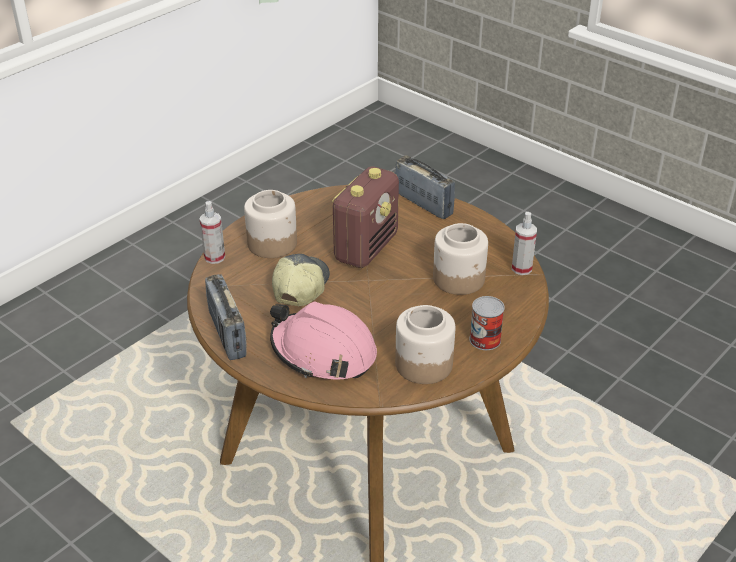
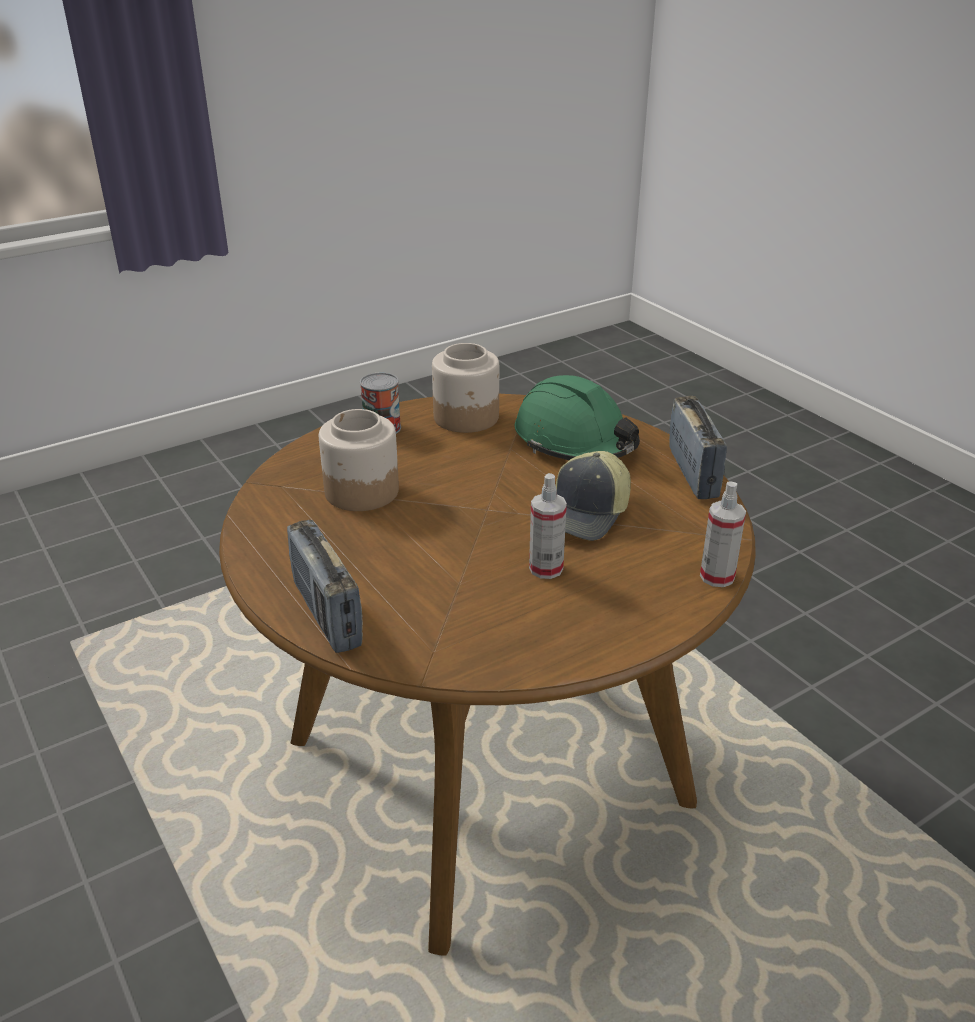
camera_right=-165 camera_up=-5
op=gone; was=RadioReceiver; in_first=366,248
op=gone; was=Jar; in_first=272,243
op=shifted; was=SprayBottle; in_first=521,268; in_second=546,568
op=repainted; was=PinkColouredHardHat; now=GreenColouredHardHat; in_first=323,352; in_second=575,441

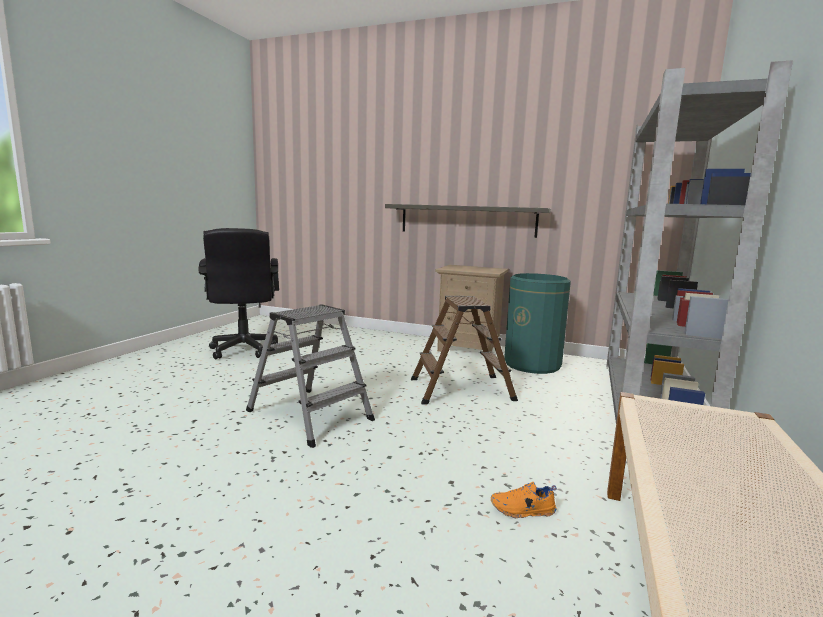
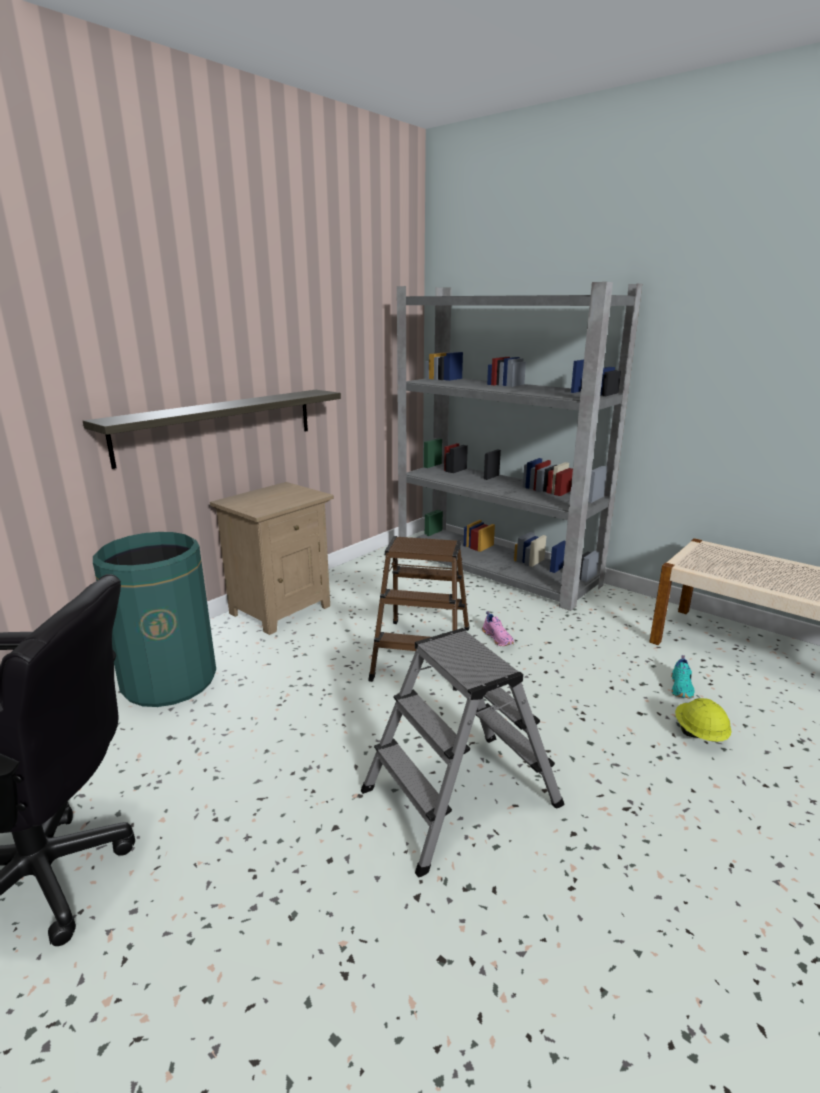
camera_right=-70 camera_up=10
op=shifted; was=GreenColouredRubbishBin; in_first=532,364; in_second=169,681
op=repainted; was=OrangeyLowShoe; now=TurquoiseLowShoe; in_first=523,511; in_second=682,688
op=new; now=PinkColouredLowShoe; in_second=498,638
op=new; now=YellowColouredHardHat; in_second=699,734

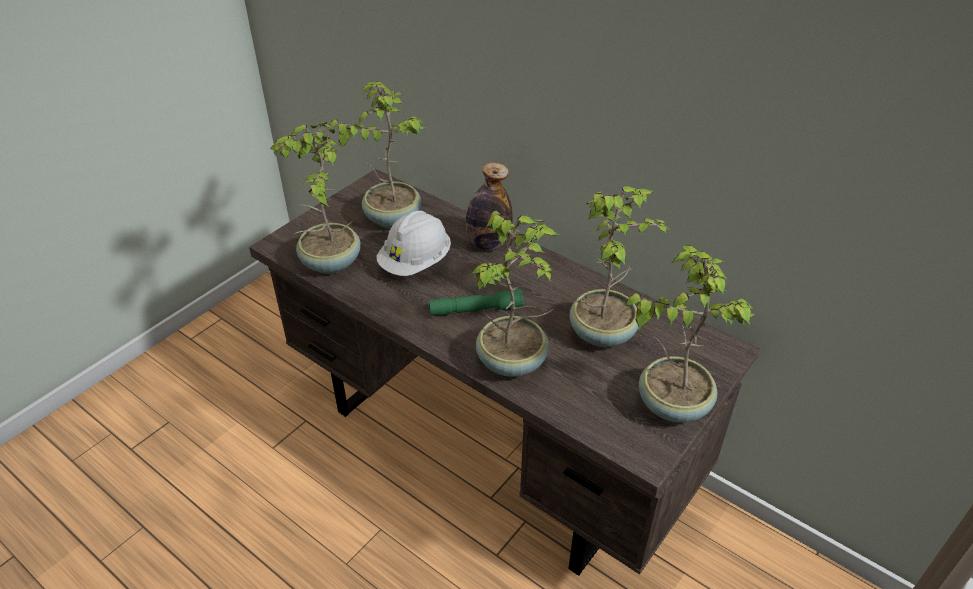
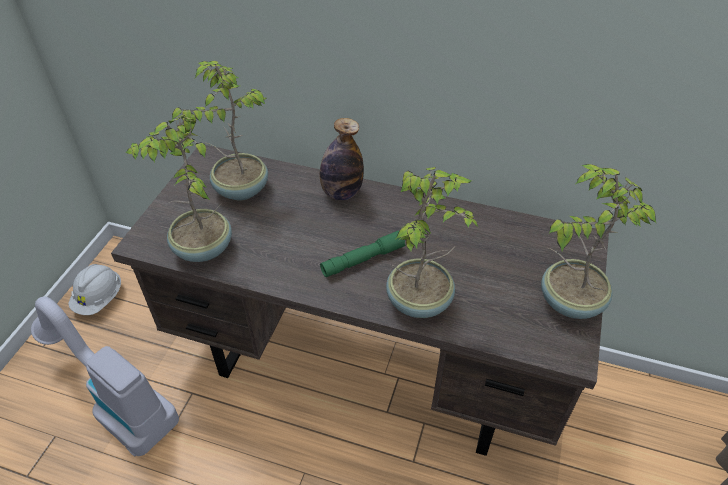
camera_right=-20 camera_up=5
op=gone; was=Houseplant; in_first=603,332
op=shifted; was=WhiteHardHat; in_first=416,263; in_second=99,299
op=new; now=Hoover; in_second=117,402

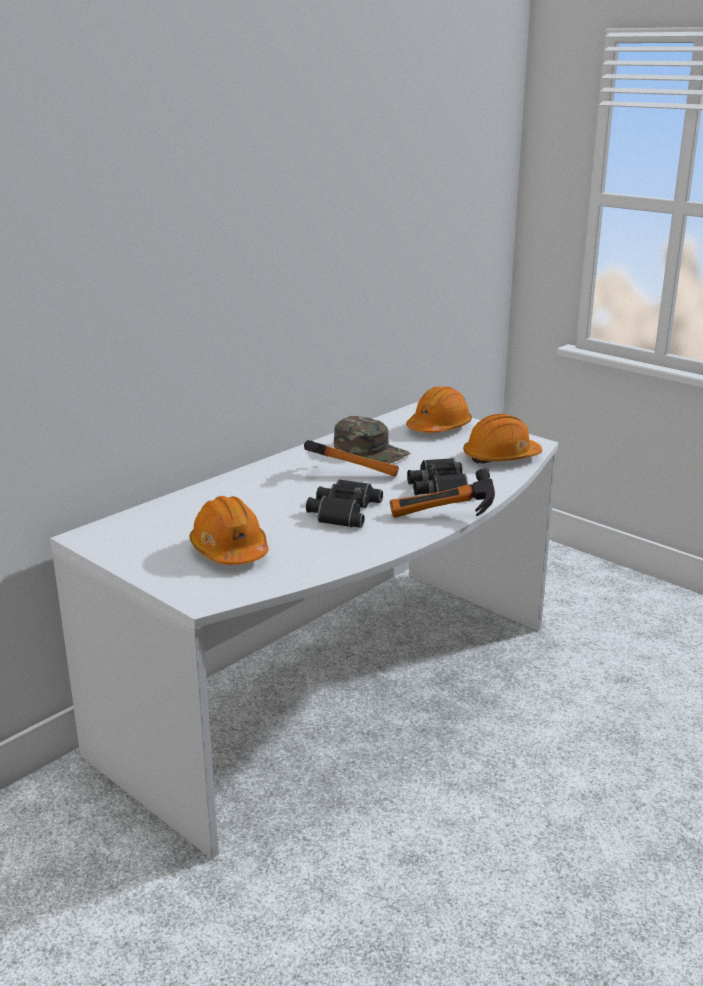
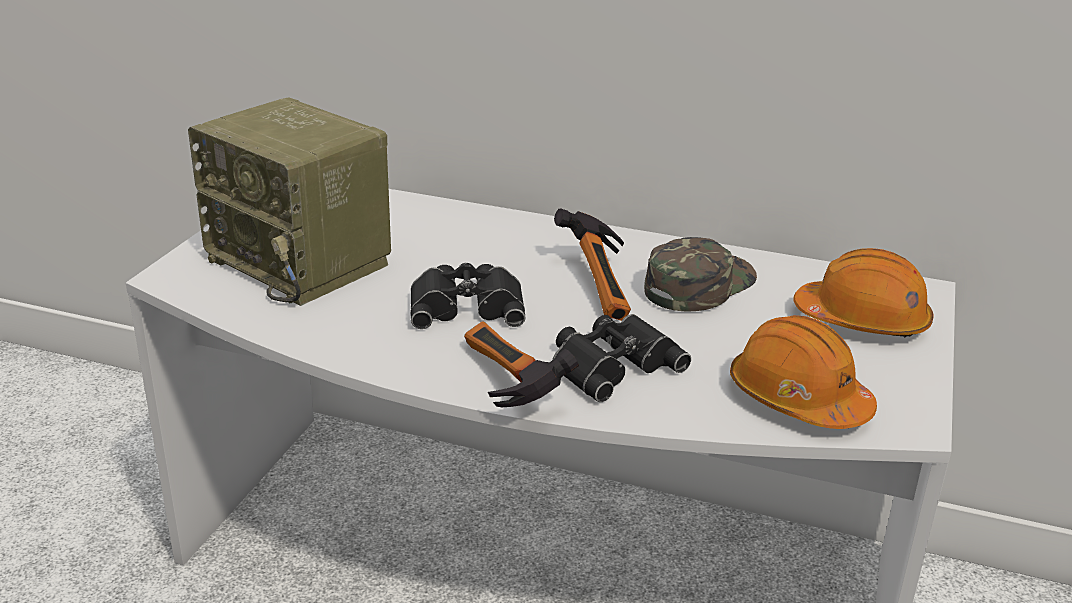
camera_right=65 camera_up=5
op=rotated; was=GreenColouredPeakedCap; in_first=371,451; in_second=698,285; clockwise=-150
op=swapped; was=OrangeyHardHat; now=RadioReceiver; in_first=229,550; in_second=302,262

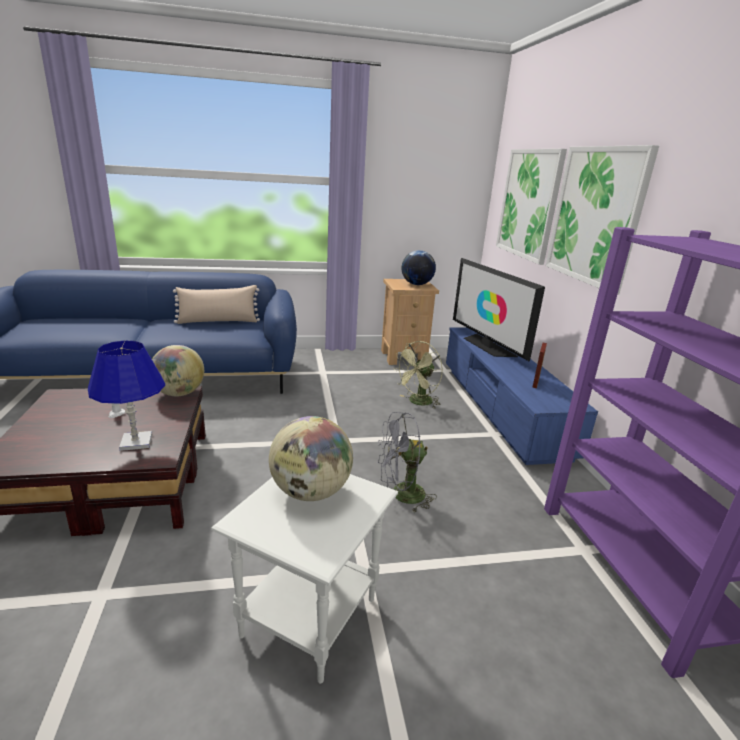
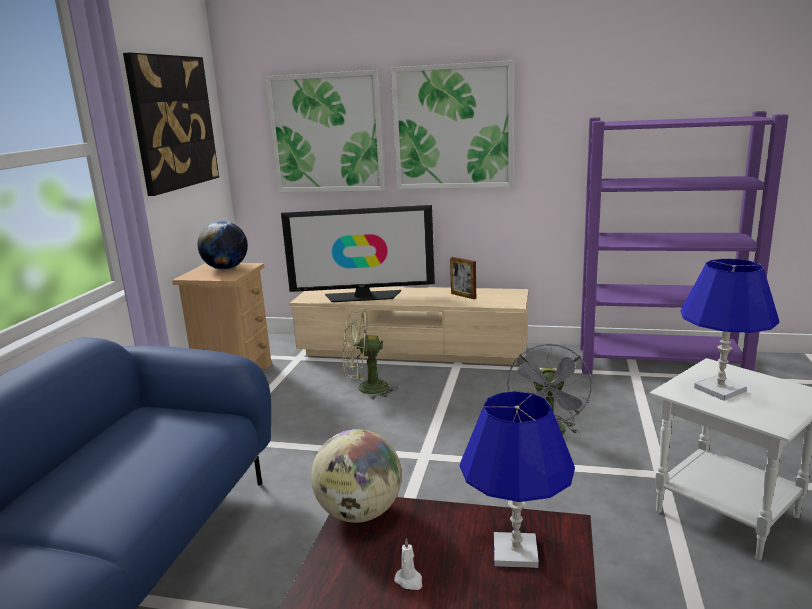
camera_right=-65 camera_up=-5
op=gone; was=SandColouredThrowPillow; in_first=218,321
op=repainted; was=BluishTvUnit; now=SandColouredTvUnit; in_first=501,410; in_second=412,350
op=rotated; was=GreenColouredElectricFan; in_first=417,402; in_second=366,389; clockwise=105
op=swapped; was=DeskGlobe; now=BluishTabletopLamp; in_first=310,492; in_second=719,390
op=new; now=WallPicture; in_second=173,122

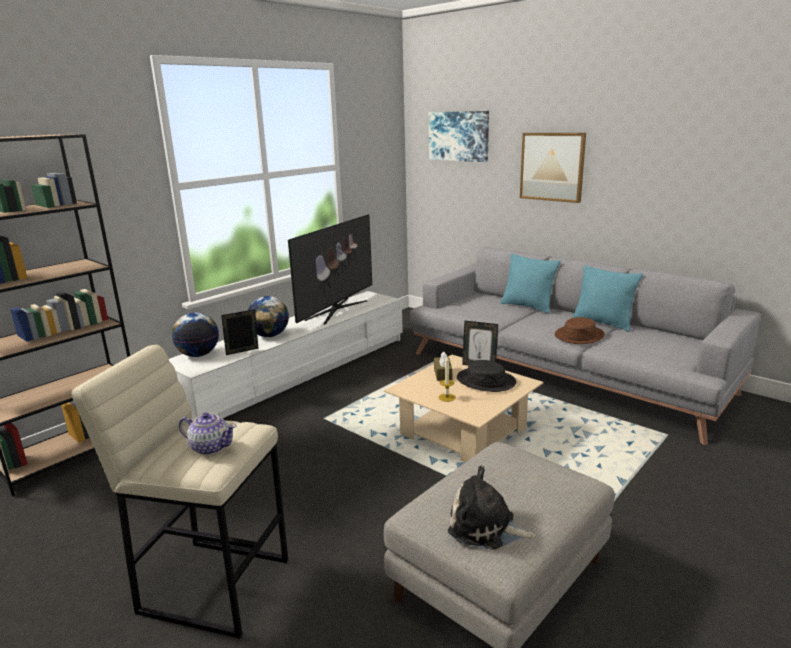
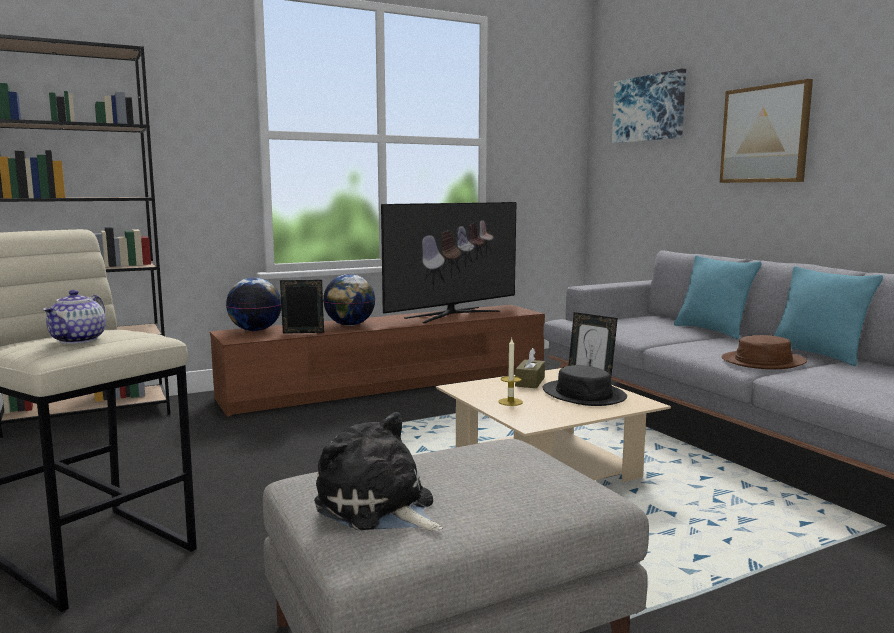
camera_right=20 camera_up=-10
op=repainted; was=WhiteTvUnit; now=BrownishTvUnit; in_first=299,372; in_second=389,384
op=rotated; was=TeaPot; in_first=210,447; in_second=79,340; clockwise=60

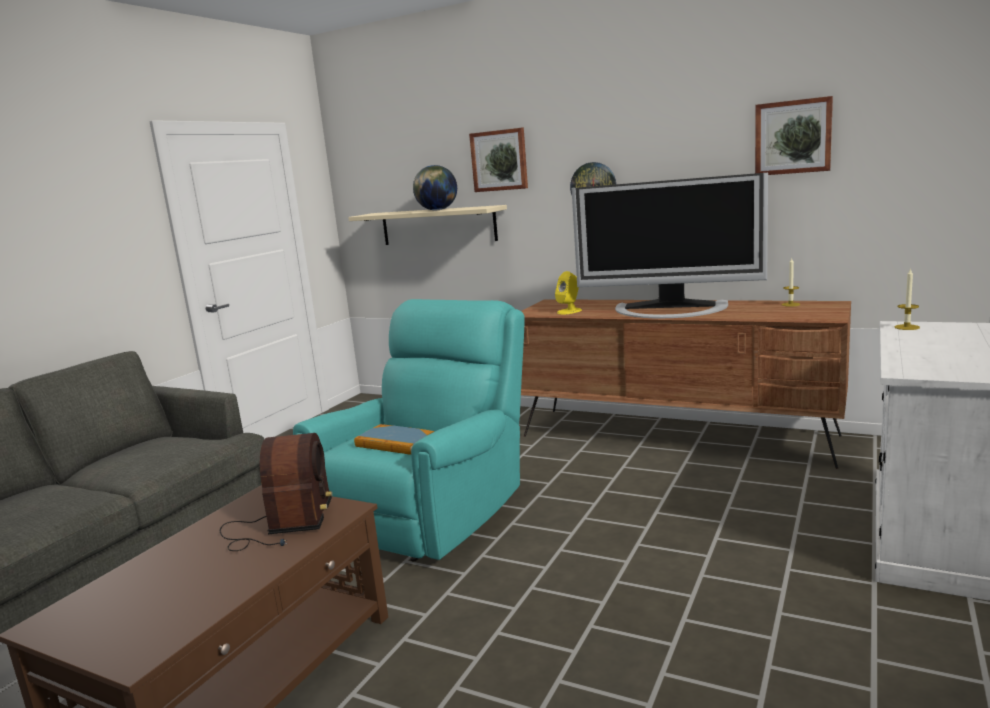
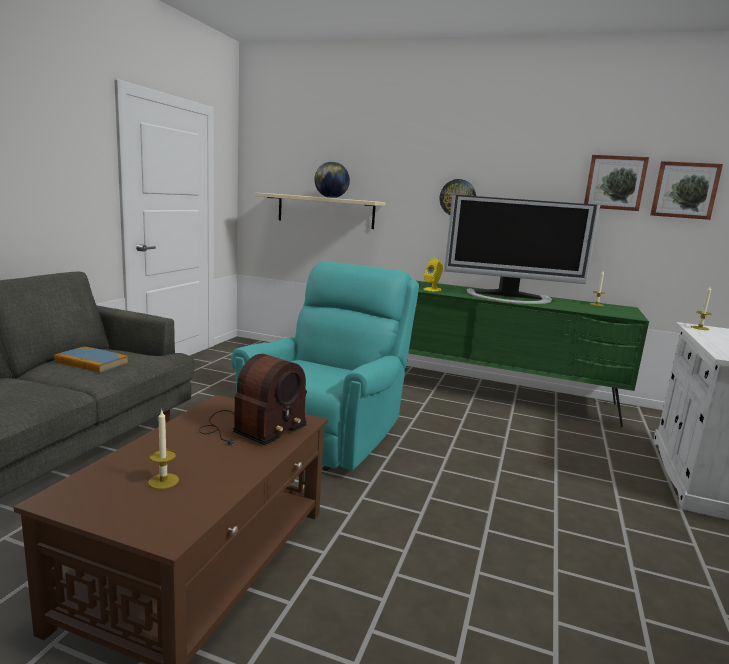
camera_right=-10 camera_up=0
op=shifted; was=WallPicture; in_first=499,160; in_second=684,190
op=repainted; was=BrownishTvUnit; now=GreenColouredTvUnit; in_first=676,436; in_second=498,393
op=shifted; was=Book; in_first=395,443; in_second=91,362
op=rotated; was=RadioReceiver; in_first=280,525; in_second=251,429; clockwise=45
op=new; now=WaxCandle; in_second=163,481

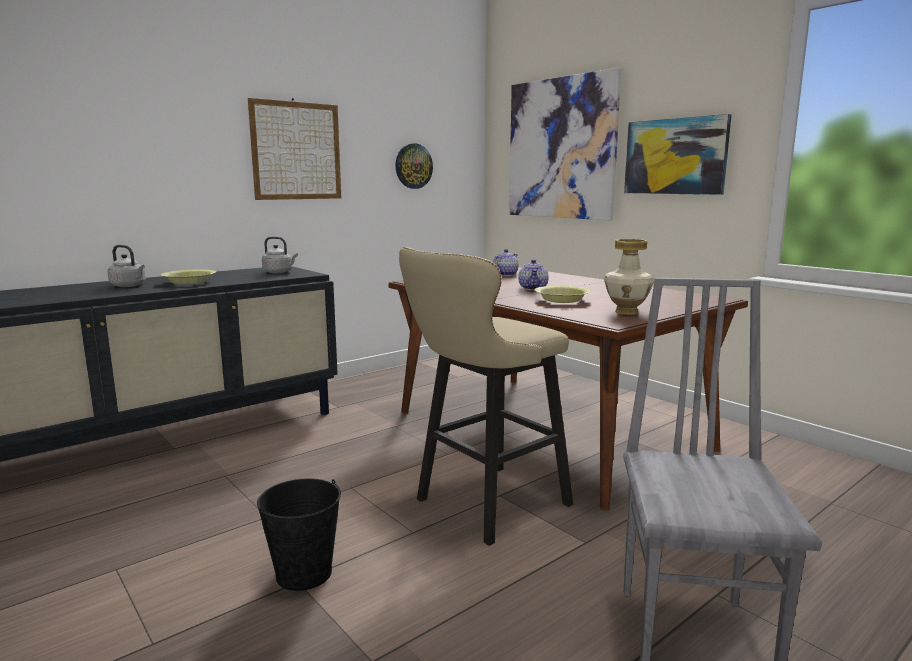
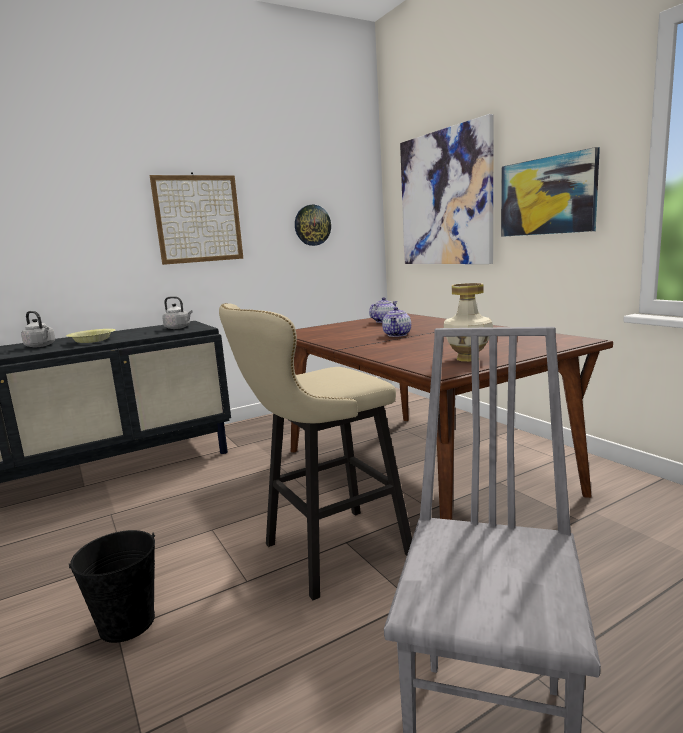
camera_right=10 camera_up=0
op=gone; was=YellowColouredDeepDish; in_first=562,300

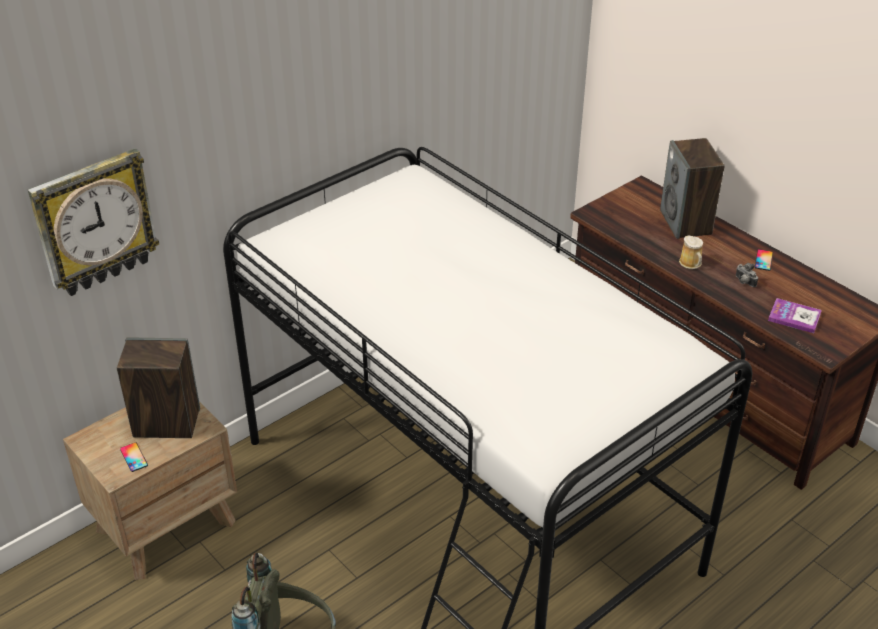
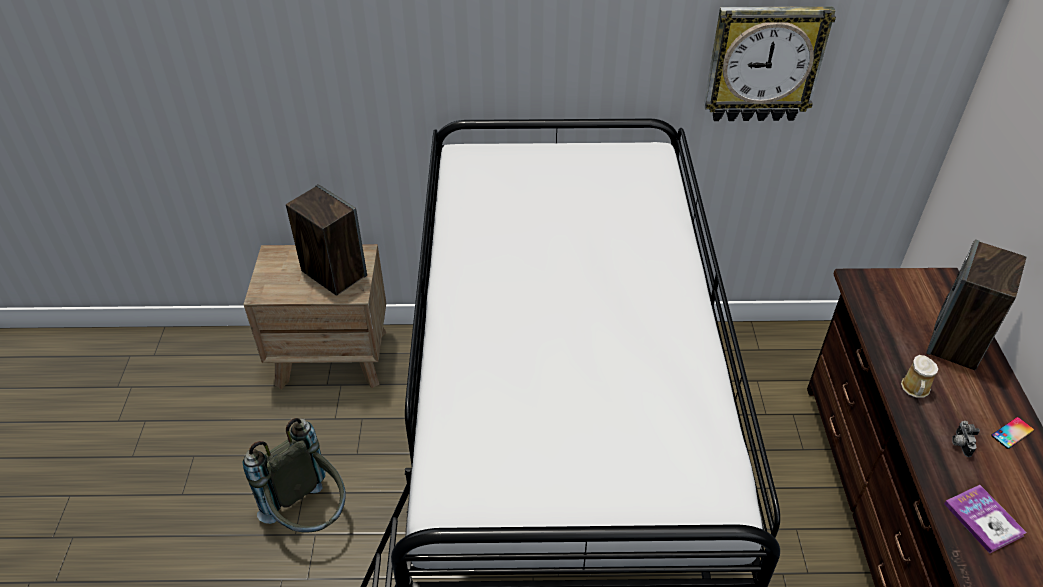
camera_right=40 camera_up=5
op=shifted; was=HangingClock; in_first=94,223; in_second=763,64
op=gone; was=Telephone; in_first=134,457

